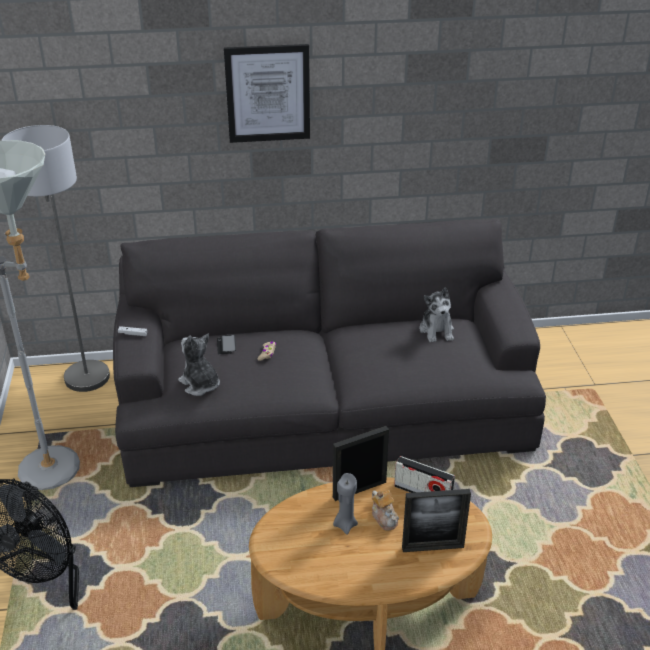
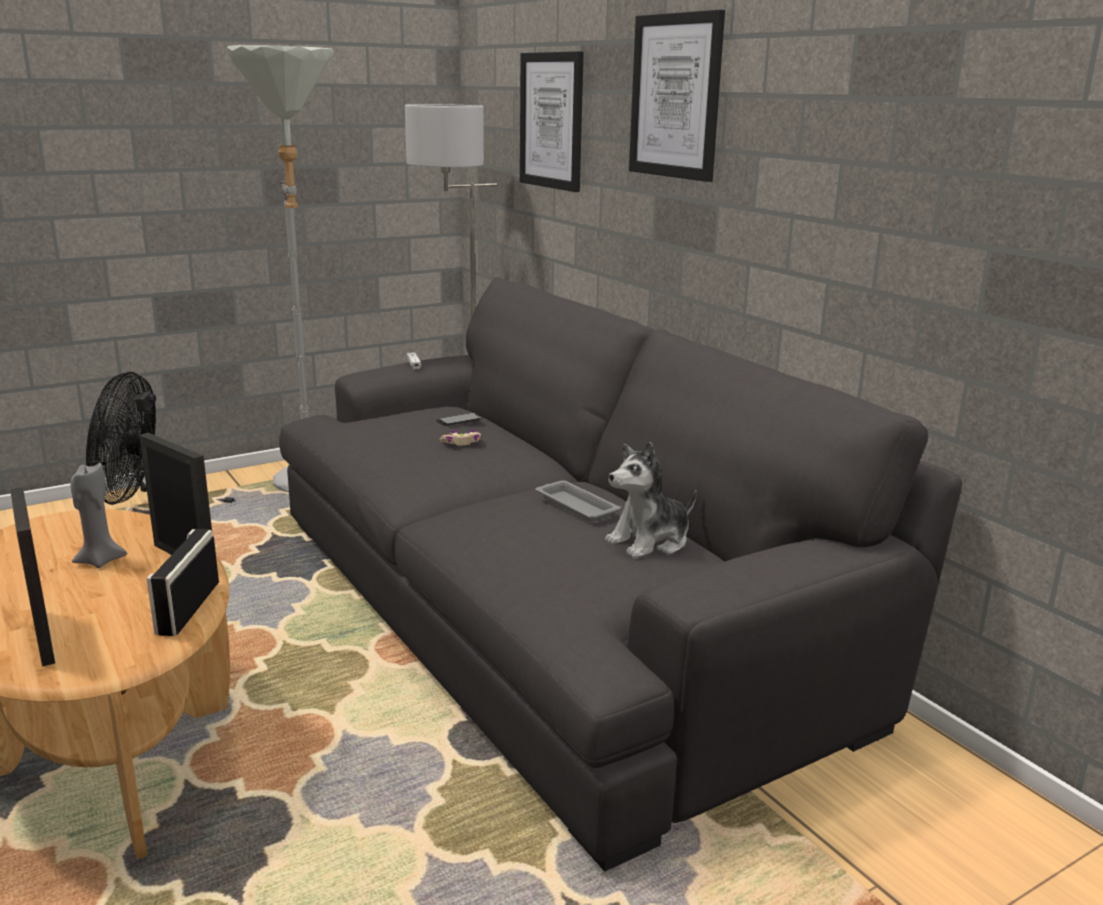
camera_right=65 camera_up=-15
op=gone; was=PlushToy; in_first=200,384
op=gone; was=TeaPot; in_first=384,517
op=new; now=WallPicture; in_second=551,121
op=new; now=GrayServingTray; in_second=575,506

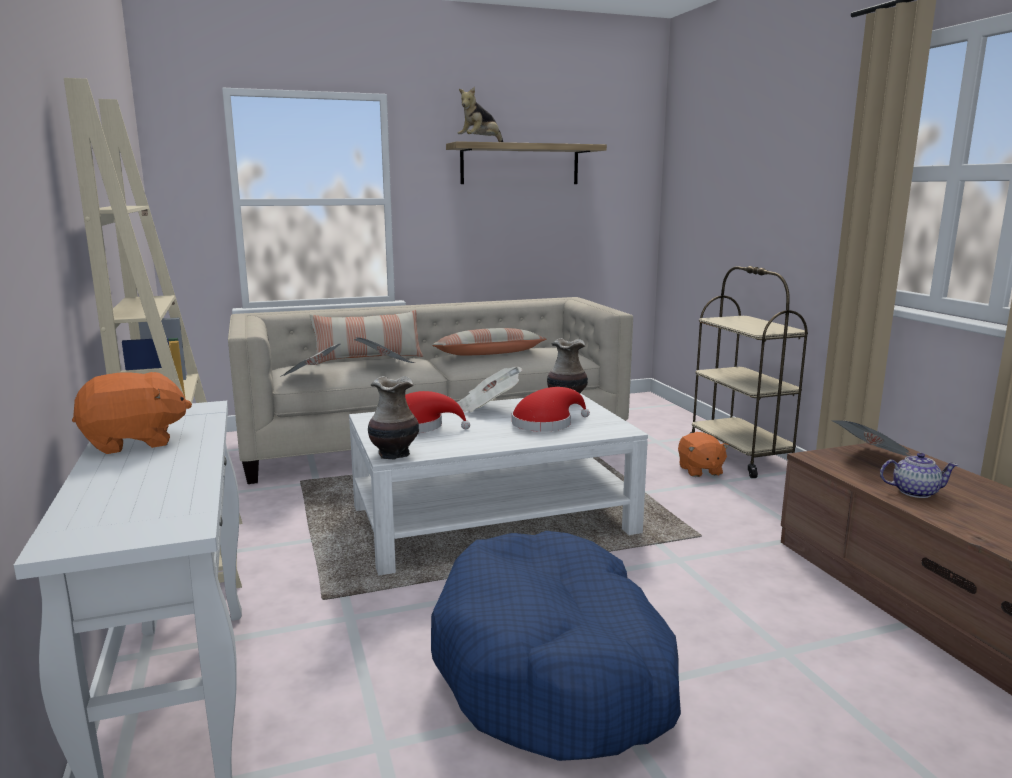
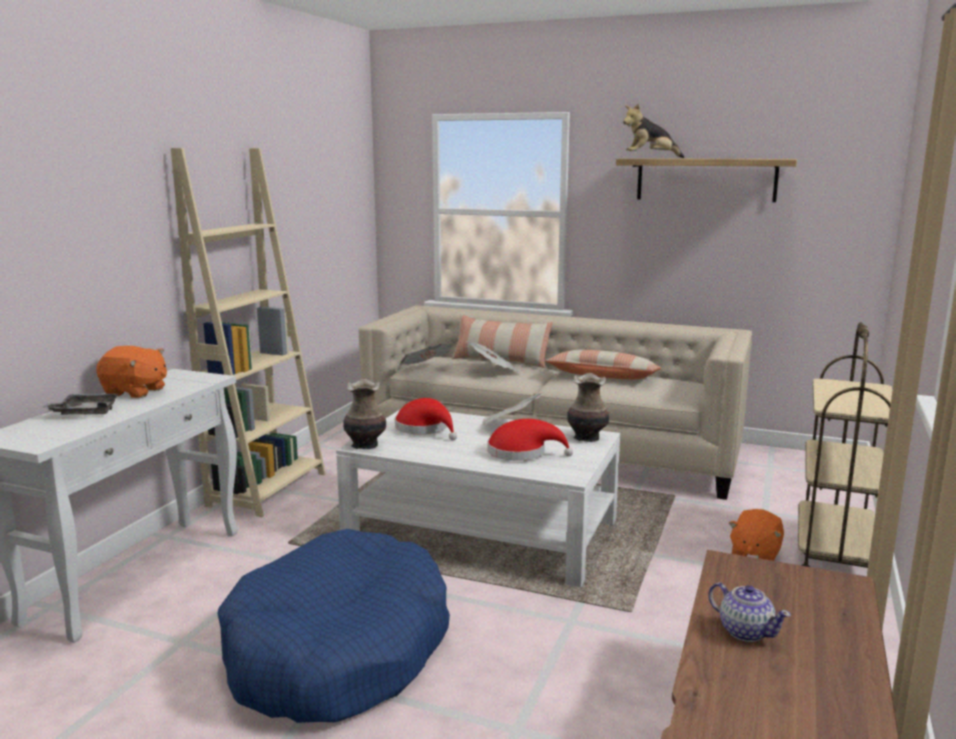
camera_right=40 camera_up=0
op=gone; was=PrintedPaper; in_first=872,458
op=new; now=GrayServingTray; in_second=85,412

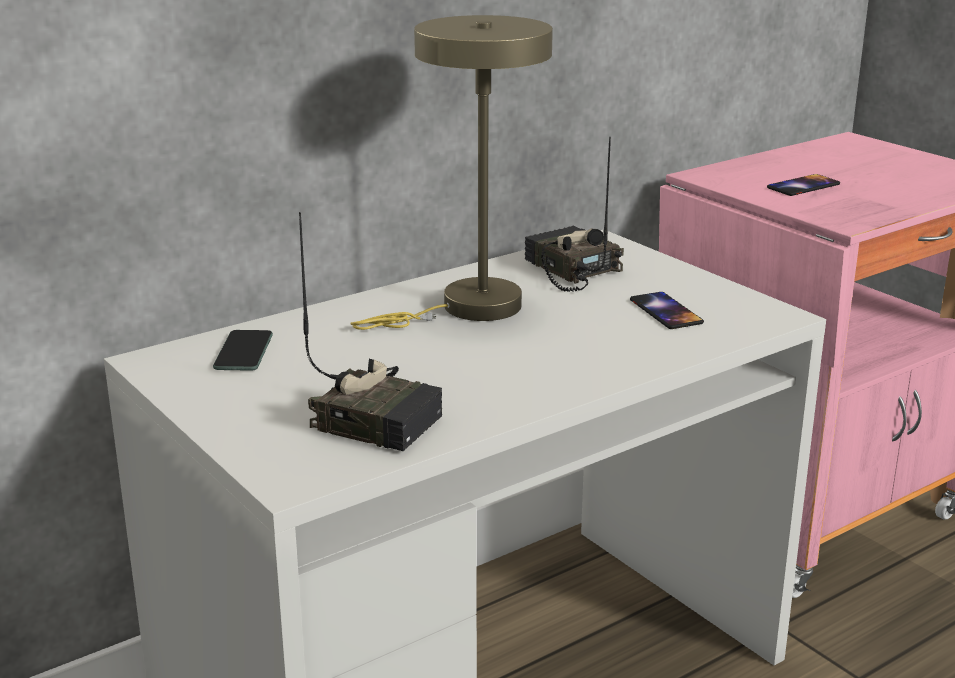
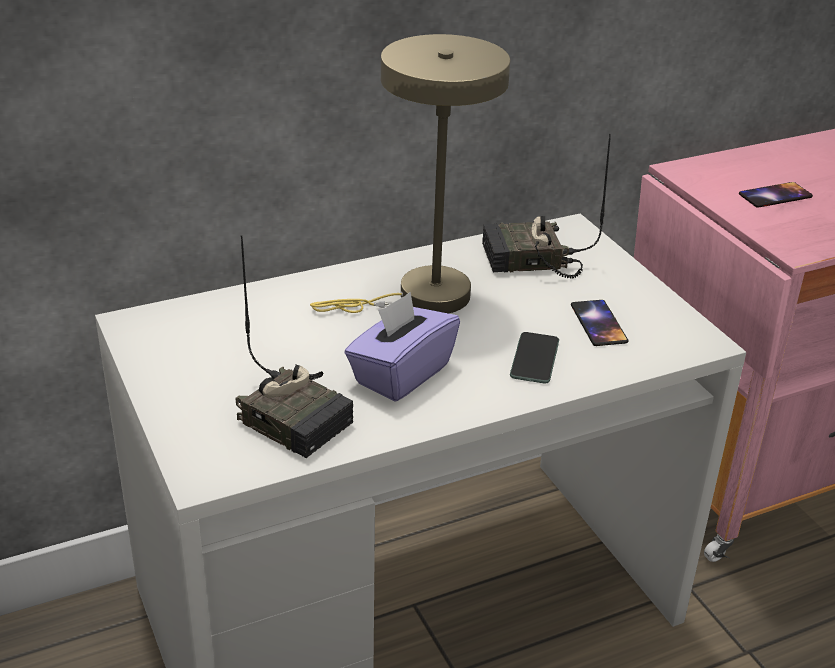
camera_right=10 camera_up=10
op=rotated; was=RadioReceiver; in_first=569,270; in_second=529,261; clockwise=-75
op=shifted; was=Telephone; in_first=243,352; in_second=534,358
op=new; now=PurpleColouredTissueHolder; in_second=401,374

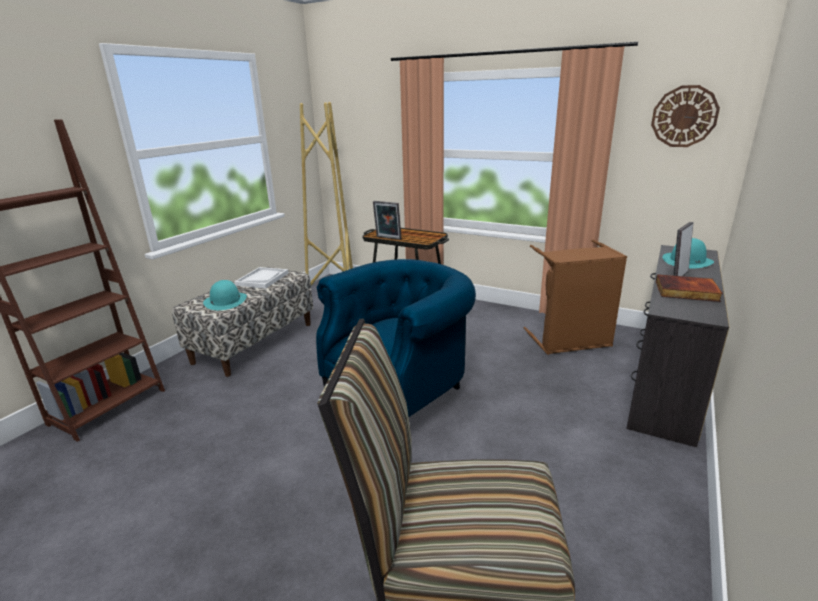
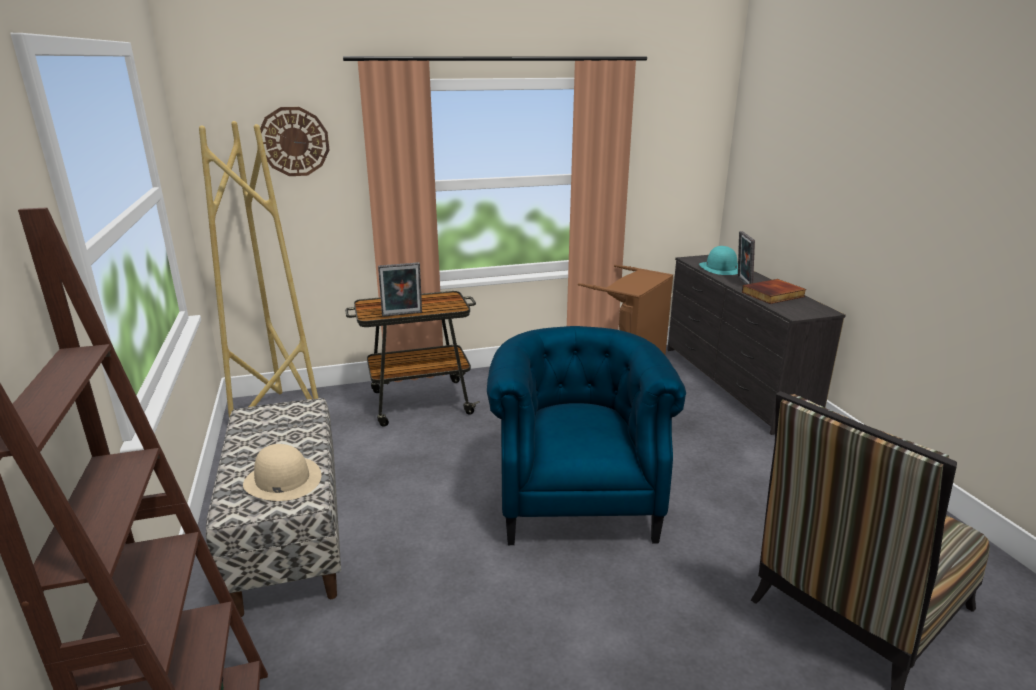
camera_right=-45 camera_up=0
op=shifted; was=HangingClock; in_first=684,116; in_second=294,141
op=gone; was=WhiteServingTray; in_first=262,279
op=repainted; was=TurquoiseClothingHat; now=SandColouredClothingHat; in_first=225,301; in_second=282,480

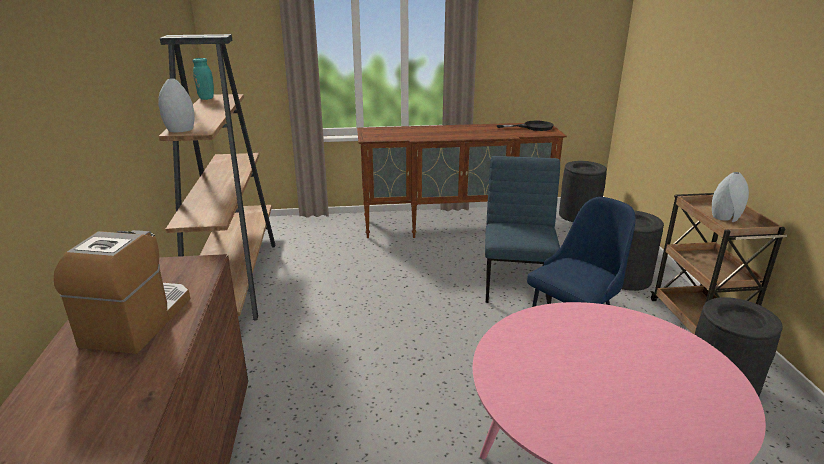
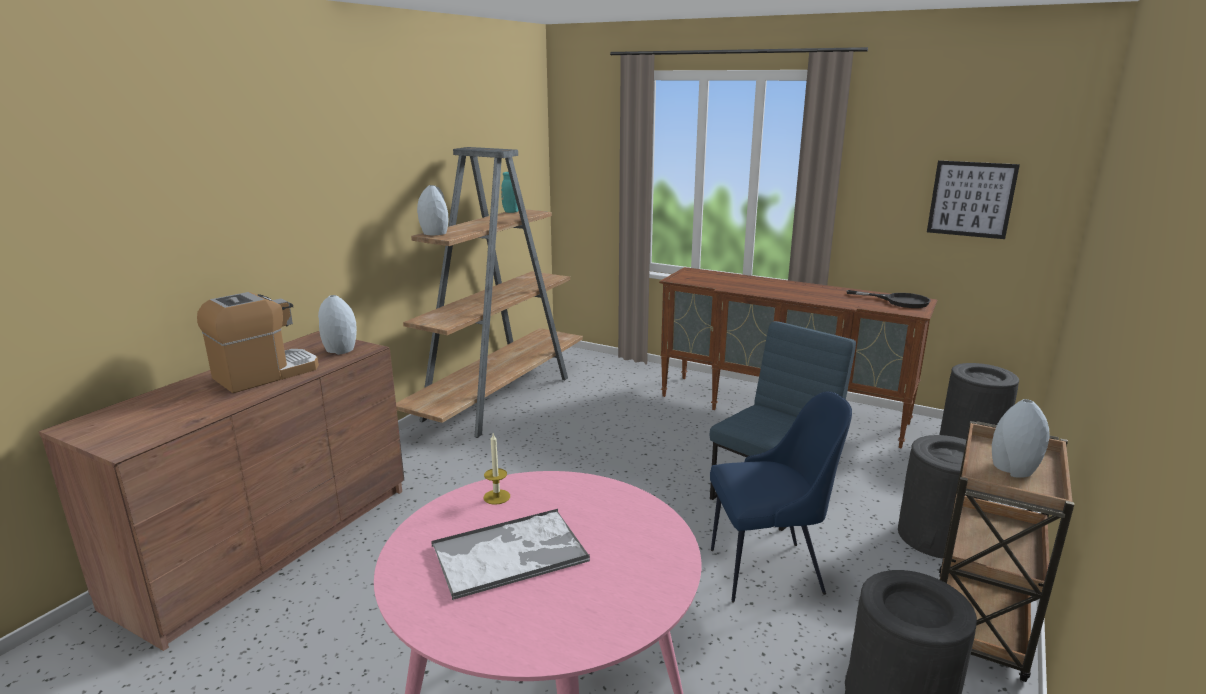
camera_right=35 camera_up=-5
op=new; now=WallPicture; in_second=971,199
op=new; now=GrayFlowerVase; in_second=340,350
op=new; now=WaxCandle; in_second=496,497
op=new; now=ServingTray; in_second=511,553

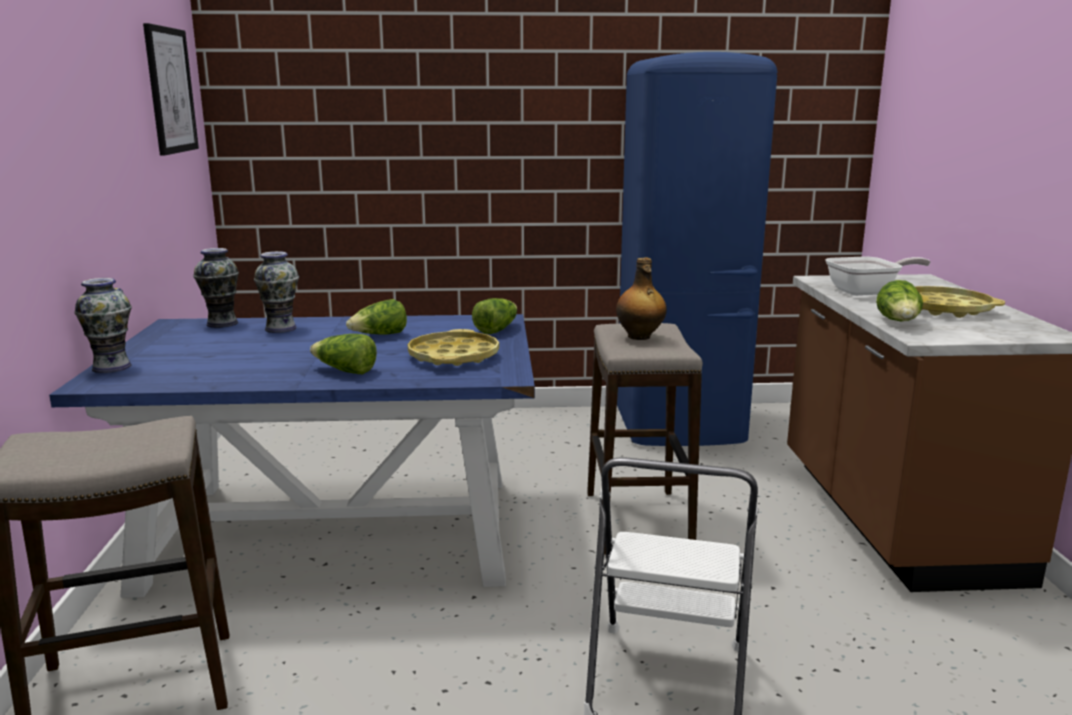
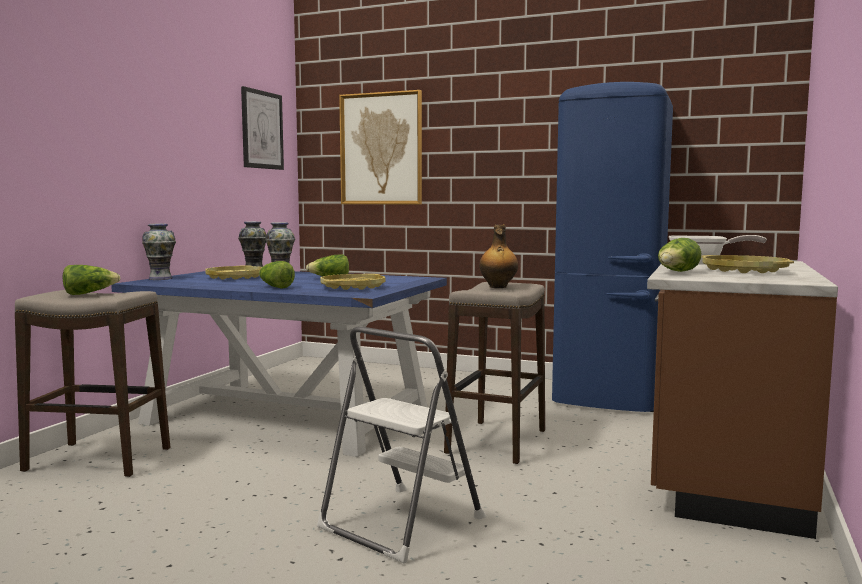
camera_right=25 camera_up=-10
op=shifted; was=Lettuce; in_first=496,329; in_second=89,293
op=new; now=WallPicture; in_second=381,149
op=new; now=YellowColouredServingTray; in_second=235,277

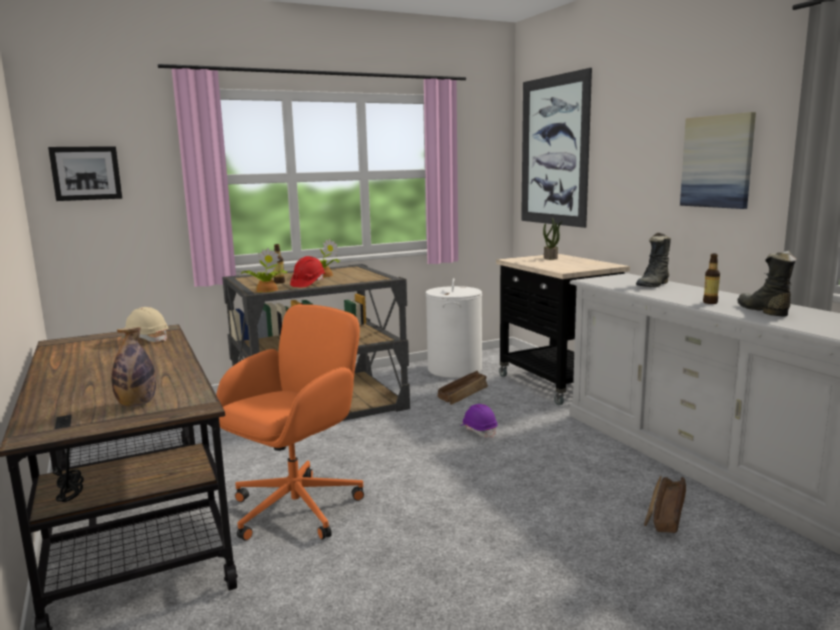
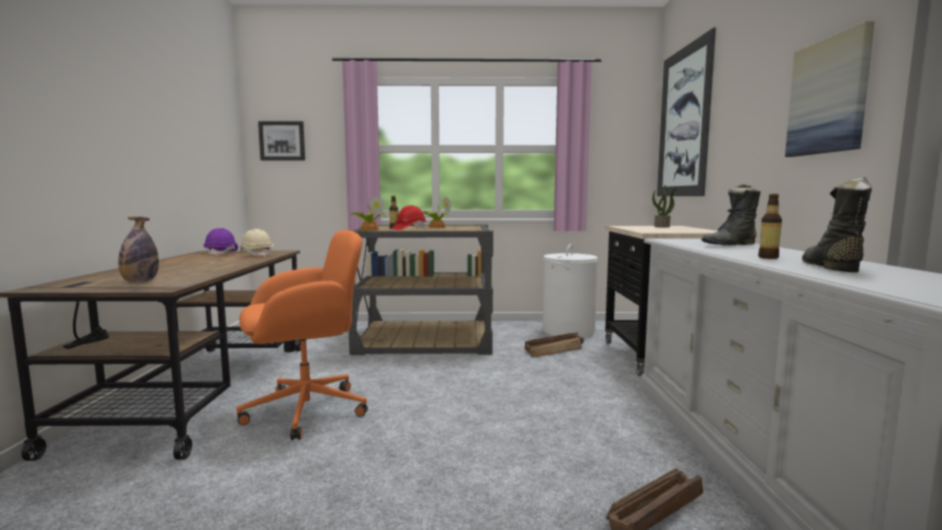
camera_right=25 camera_up=-5
op=shifted; was=PurpleColouredHardHat; in_first=478,430; in_second=222,253

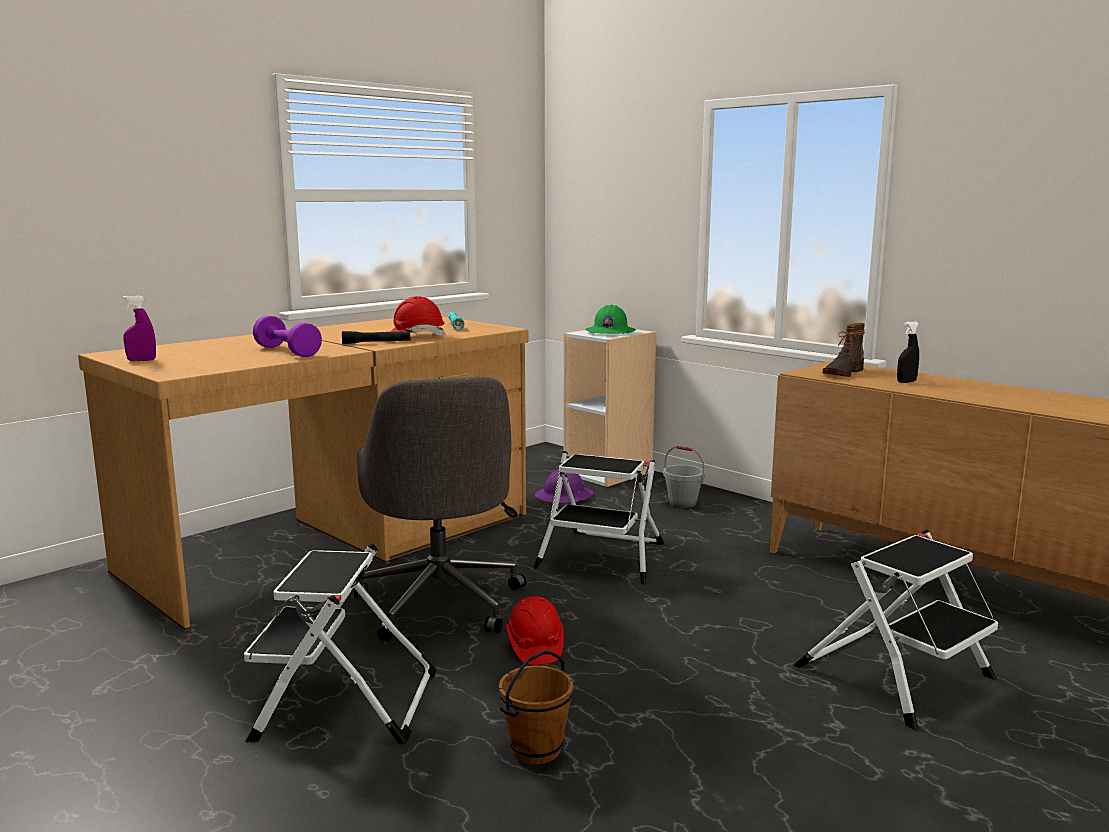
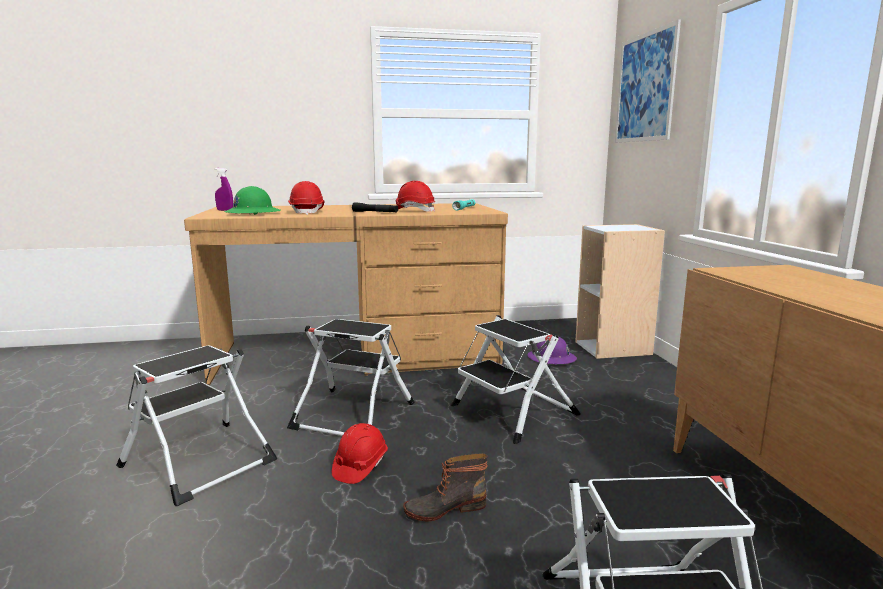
camera_right=35 camera_up=0
op=shifted; was=GreenColouredHardHat; in_first=610,332; in_second=253,213
op=swapped; was=PurpleColouredHandWeight; now=RedColouredHardHat; in_first=287,351; in_second=307,212
op=gone; was=BlackColouredSprayBottle; in_first=906,382
op=shifted; was=HighTopBoot; in_first=842,372; in_second=445,508
op=swapped; was=GrayOfficeChair; now=StepLadder; in_first=441,604; in_second=352,413
op=gone; was=GrayBucket; in_first=683,503
op=gone; was=BrownishBucket; in_first=537,750
op=new; now=WallPicture; in_second=645,87

